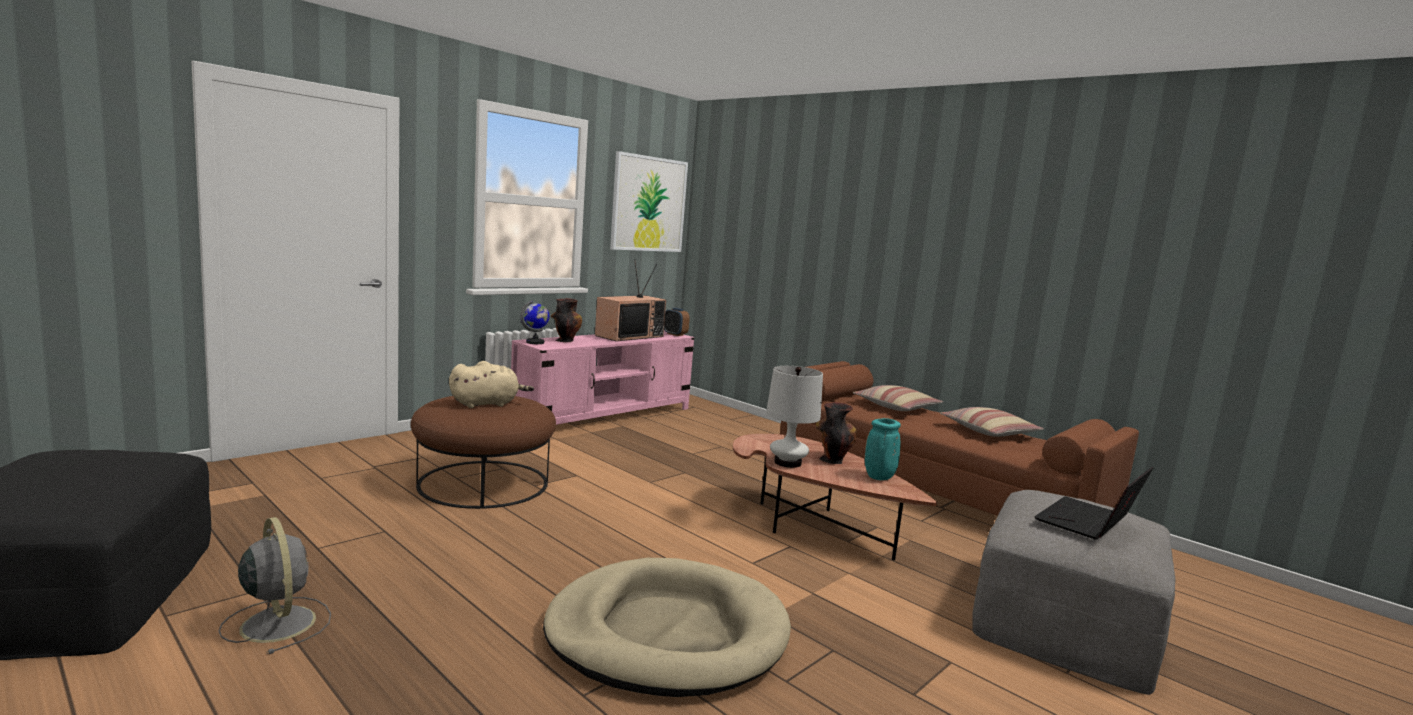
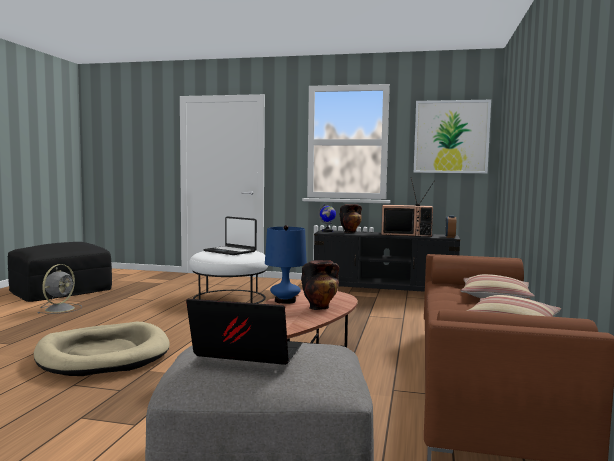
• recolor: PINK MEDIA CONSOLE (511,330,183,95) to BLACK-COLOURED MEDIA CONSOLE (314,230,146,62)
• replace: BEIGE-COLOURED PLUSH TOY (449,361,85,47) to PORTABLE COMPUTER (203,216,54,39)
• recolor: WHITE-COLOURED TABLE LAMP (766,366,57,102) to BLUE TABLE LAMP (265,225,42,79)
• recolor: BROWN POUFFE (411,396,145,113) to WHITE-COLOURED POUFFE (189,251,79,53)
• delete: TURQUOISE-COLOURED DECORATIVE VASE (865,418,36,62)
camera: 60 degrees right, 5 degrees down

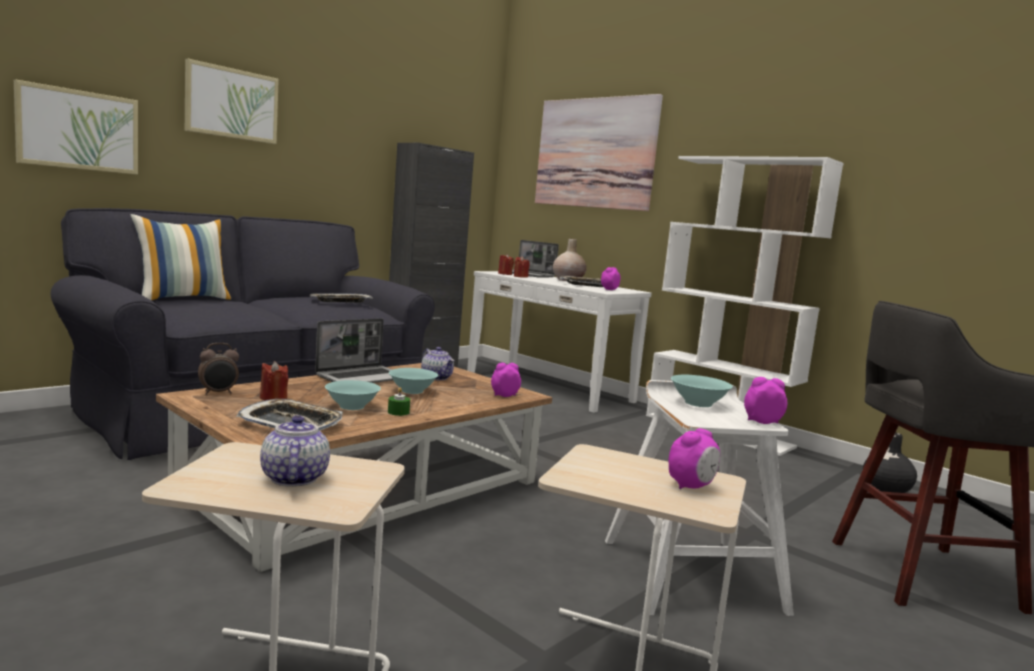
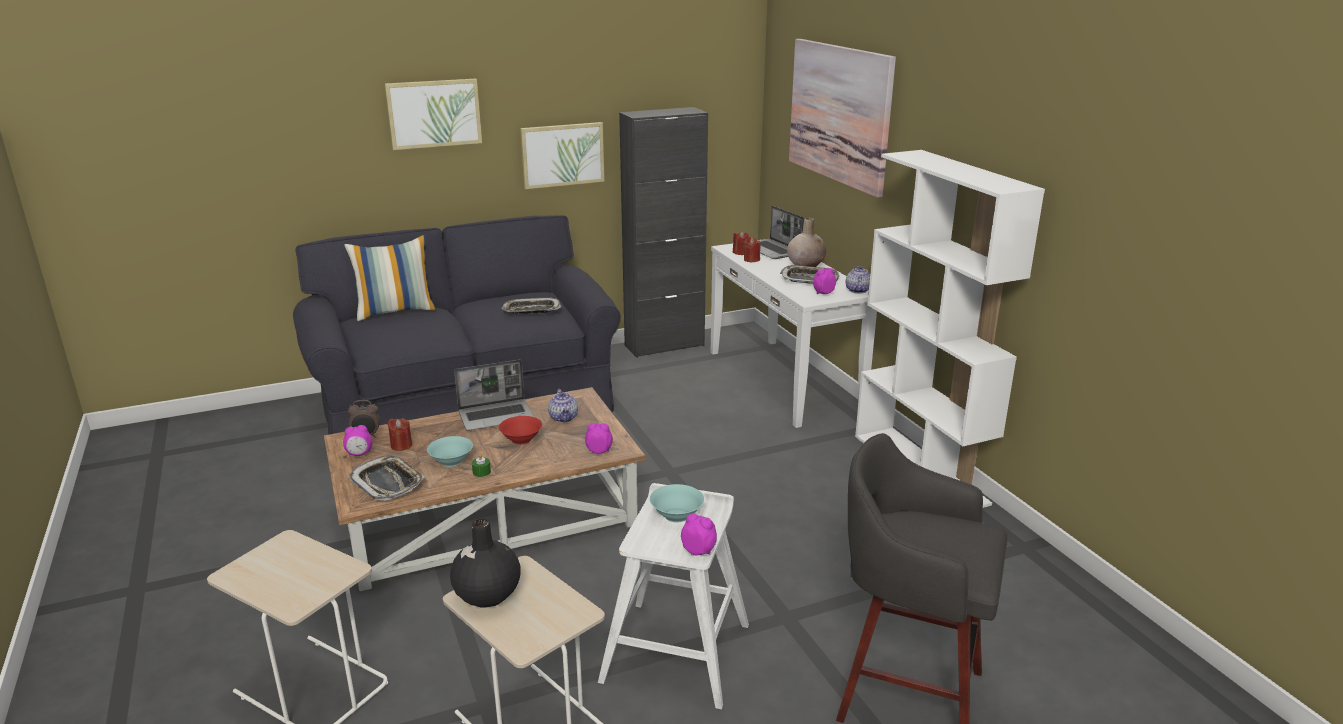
• move: PICTURE (14,79,124,96) to (520,122,84,67)
• recolor: TURQUOISE-COLOURED SERVING BOWL (389,368,49,26) to REDDISH SERVING BOWL (499,416,43,29)
• move: TEA POT (260,415,70,72) to (846,266,24,27)
• move: BEDSIDE CLOCK (668,428,52,61) to (343,425,29,31)
• move: BLACK-COLOURED DECORATIVE VASE (863,432,54,61) to (450,519,71,89)
camera: 25 degrees right, 15 degrees up

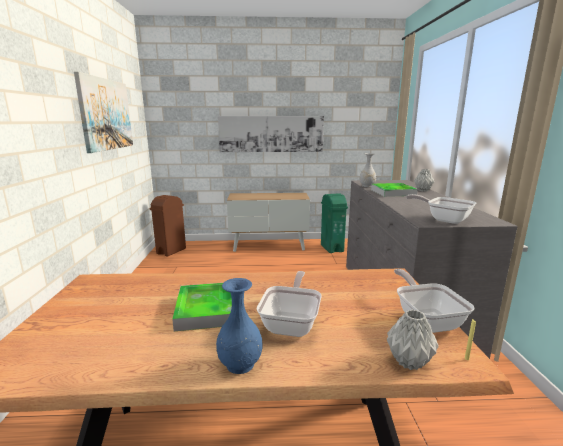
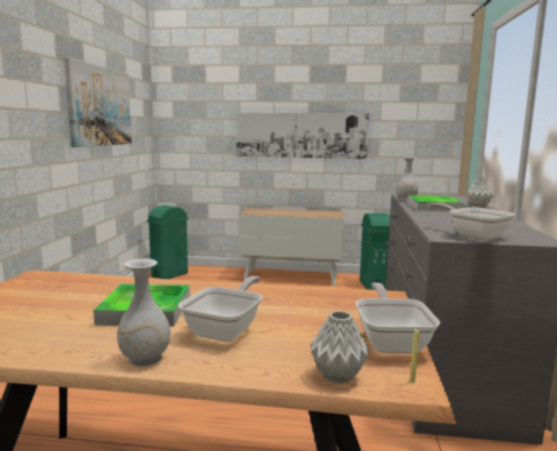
• recolor: BROWN RUBBISH BIN (150,195,36,62) to GREEN-COLOURED RUBBISH BIN (147,205,41,74)
• recolor: BLUE DECORATIVE VASE (216,278,47,96) to WHITE-COLOURED DECORATIVE VASE (117,259,54,107)
camera: 10 degrees right, 5 degrees down

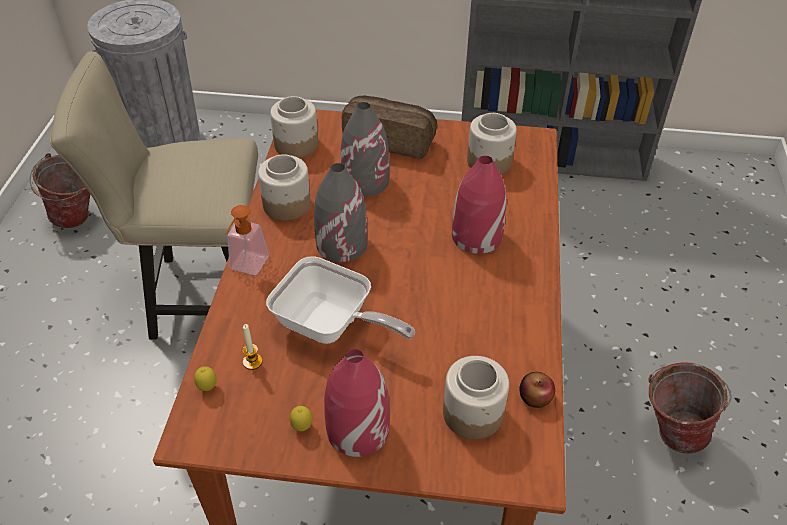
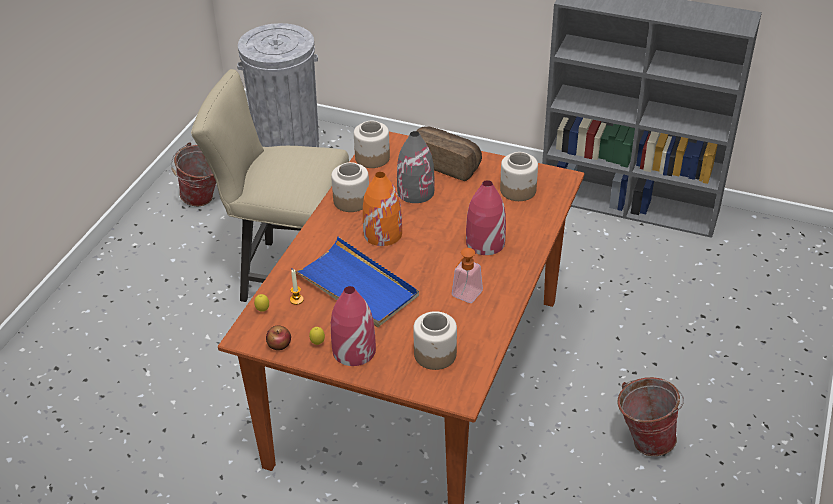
• recolor: GRAY DECORATIVE VASE (314,163,54,99) to ORANGE DECORATIVE VASE (363,172,39,74)
• move: SOAP DISPENSER (226,205,43,70) to (452,248,31,55)
• replace: SKILLET (266,256,149,88) to BLUE TRAY (291,237,128,90)
• move: APPLE (519,372,36,36) to (266,326,25,24)
camera: 15 degrees right, 5 degrees down

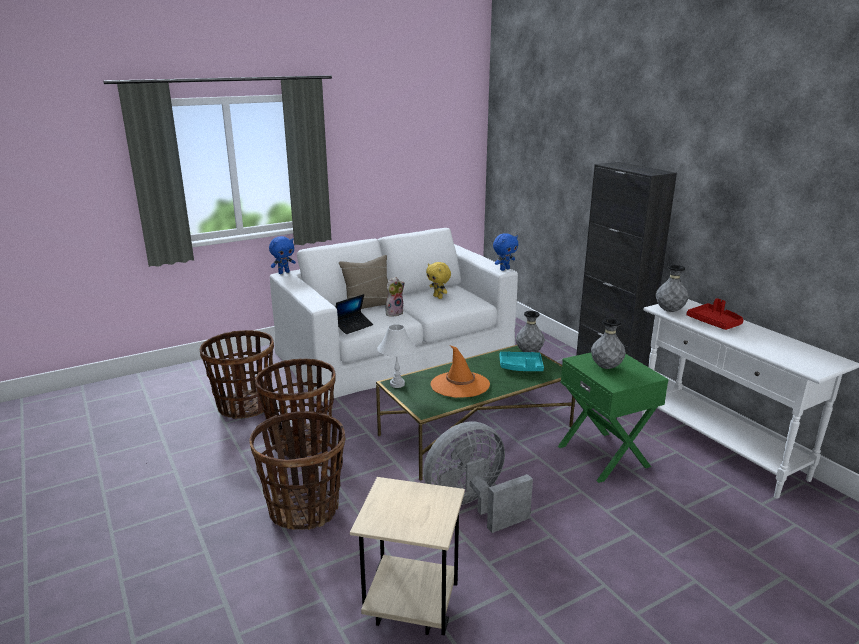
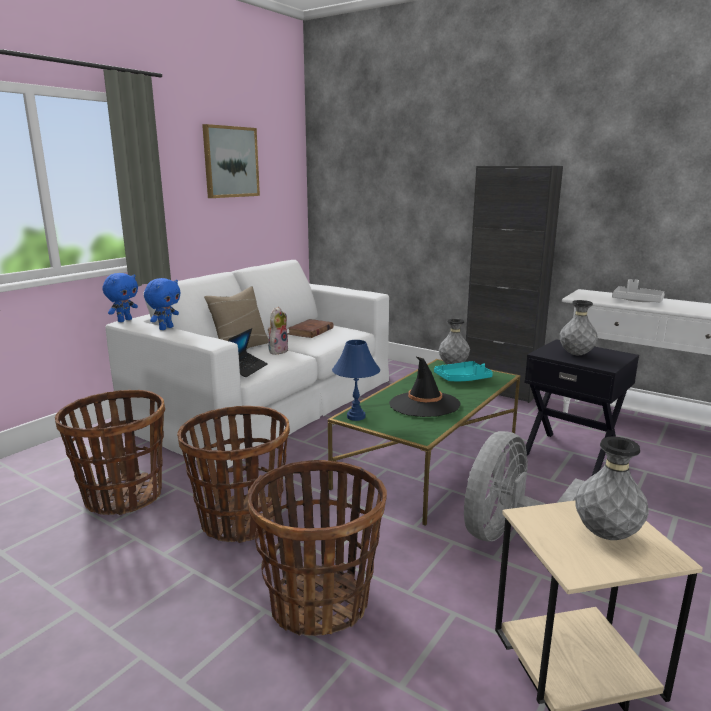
• move: BLUE PLUSH TOY (493,233,25,38) to (144,278,37,52)
• replace: YELLOW PLUSH TOY (426,262,25,37) to BROWN VOLUME (287,319,47,19)
• move: GRAY DECORATIVE VASE (656,264,33,48) to (575,437,74,103)
• recolor: REDDISH TRAY (687,298,57,32) to GRAY TRAY (612,279,53,23)
• recolor: WHITE-COLOURED TABLE LAMP (377,324,39,64) to BLUE TABLE LAMP (332,340,48,81)
• recolor: ORANGE WEARABLE HAT (430,345,60,53) to BLACK-COLOURED WEARABLE HAT (389,357,72,60)
• recolor: GREEN-COLOURED END TABLE (558,353,111,130) to BLACK-COLOURED END TABLE (525,339,114,137)
• insert: PICTURE (202,124,58,74)
camera: 25 degrees left, 5 degrees down

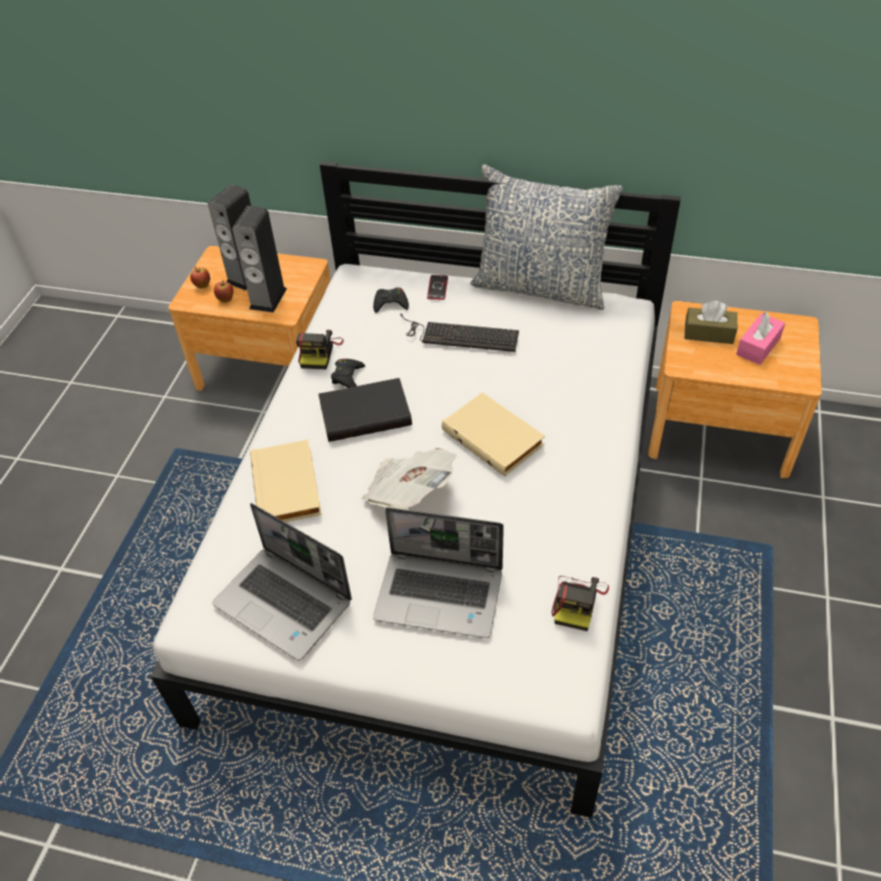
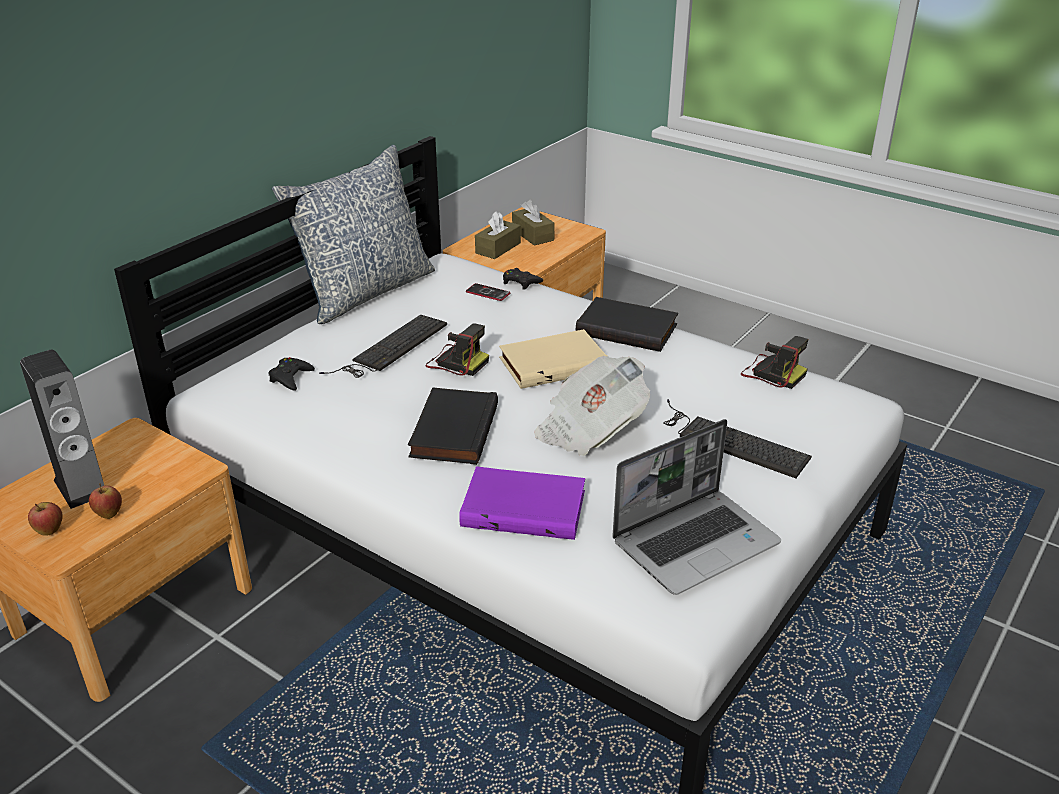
• delete: SPEAKER (232,206,55,107)
• move: TELEPHONE (427,275,21,25) to (466,283,44,18)
• recolor: PINK BOX OF TISSUES (736,312,49,53) to BROWN BOX OF TISSUES (512,199,43,47)
• move: PHOTO CAMERA (296,330,48,39) to (426,323,63,53)
• move: BLACK-COLOURED GAMEPAD (331,359,34,29) to (503,268,40,22)
• recolor: BEIGE-COLOURED VOLUME (250,440,72,82) to PURPLISH VOLUME (459,466,126,74)
• replace: PORTABLE COMPUTER (373,507,131,131) to COMPUTER KEYBOARD (663,399,149,79)
• insert: BLACK-COLOURED VOLUME (576,297,102,55)
camera: 70 degrees left, 15 degrees down

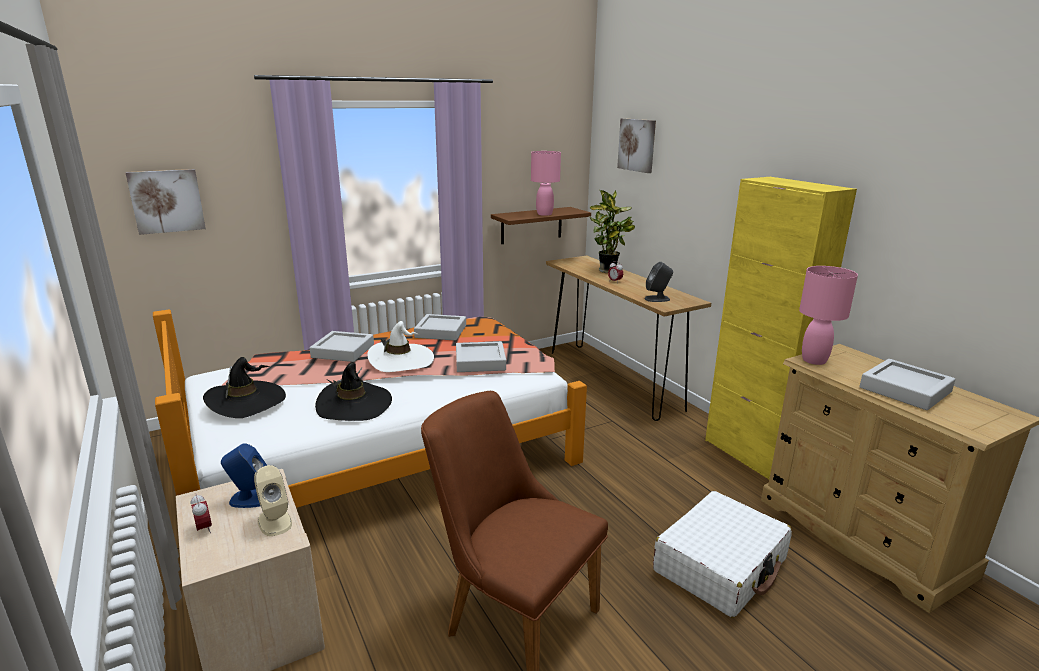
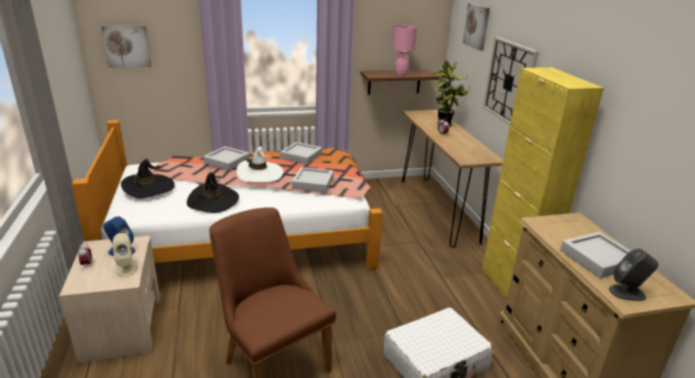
• move: GRAY SPEAKER (645,262,28,40) to (609,249,50,52)
• delete: PINK TABLE LAMP (799,266,59,99)
• insert: CLOCK ON THE WALL (483,37,56,88)
camera: 15 degrees right, 5 degrees up

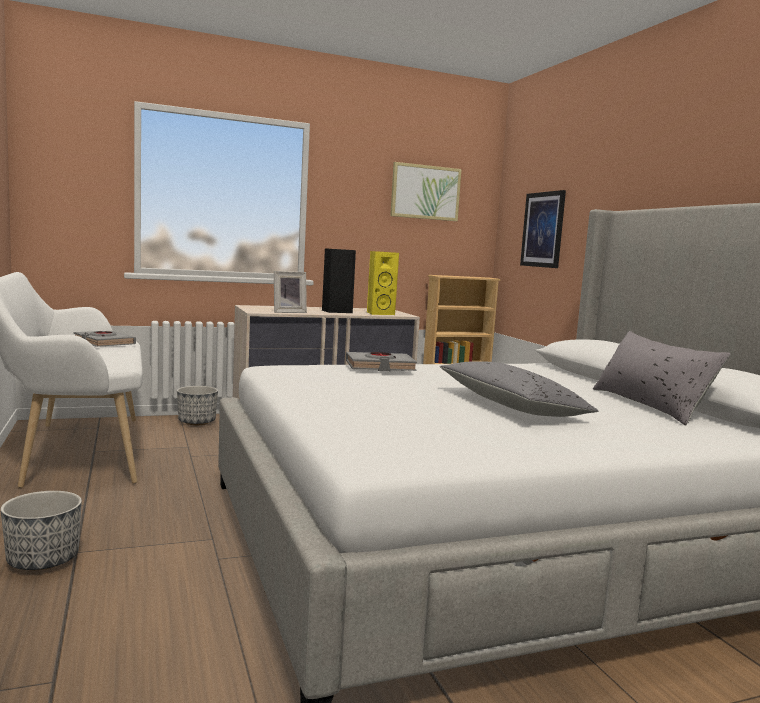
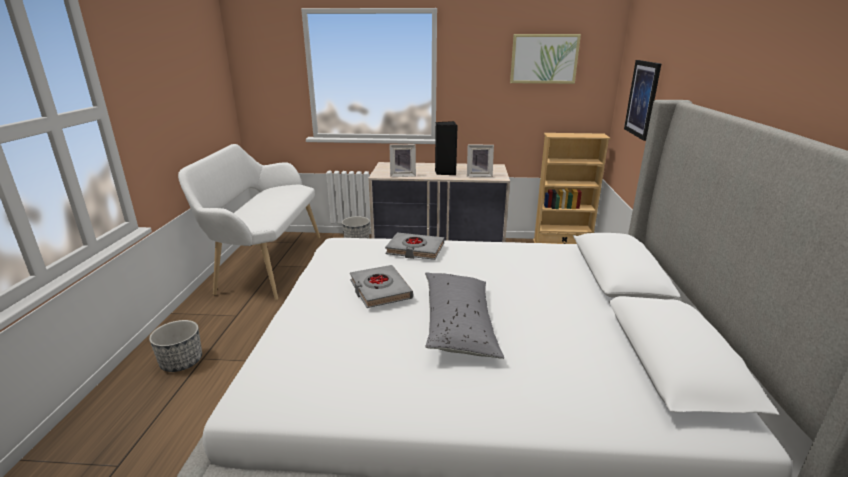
• replace: YELLOW SPEAKER (367,251,32,64) to STANDING FRAME (467,145,27,32)
• move: GRAY VOLUME (74,331,62,16) to (350,265,63,43)
• delete: GRAY THROW PILLOW (593,331,138,95)
camera: 25 degrees right, 15 degrees up

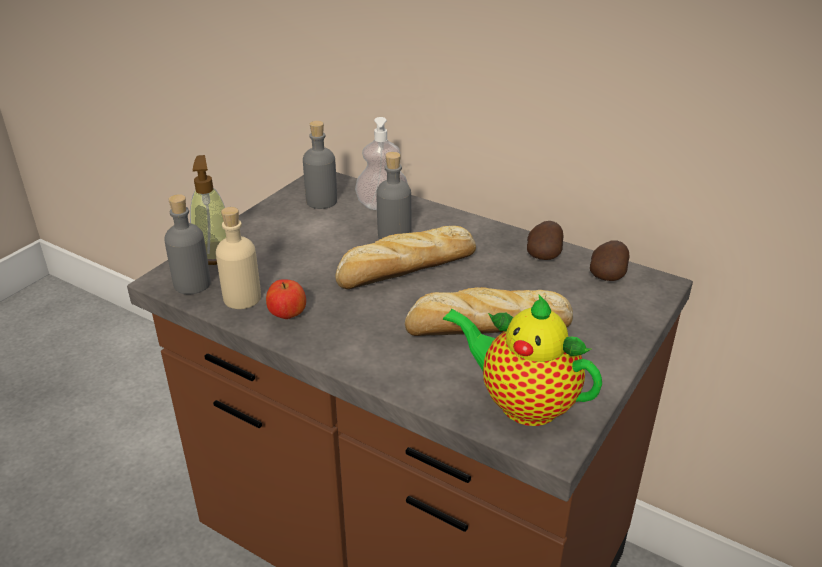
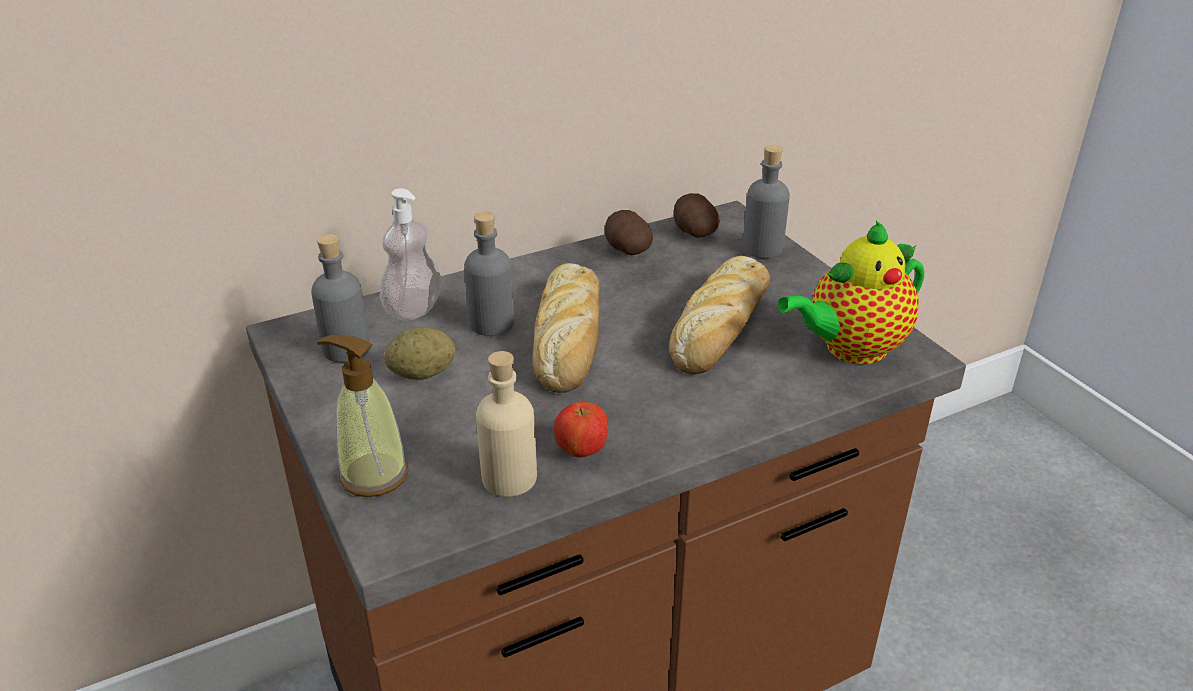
• move: GRAY DRINK BOTTLE (164,194,47,100) to (742,145,48,113)
• insert: POTATO (384,327,72,53)
camera: 60 degrees left, 0 degrees up

